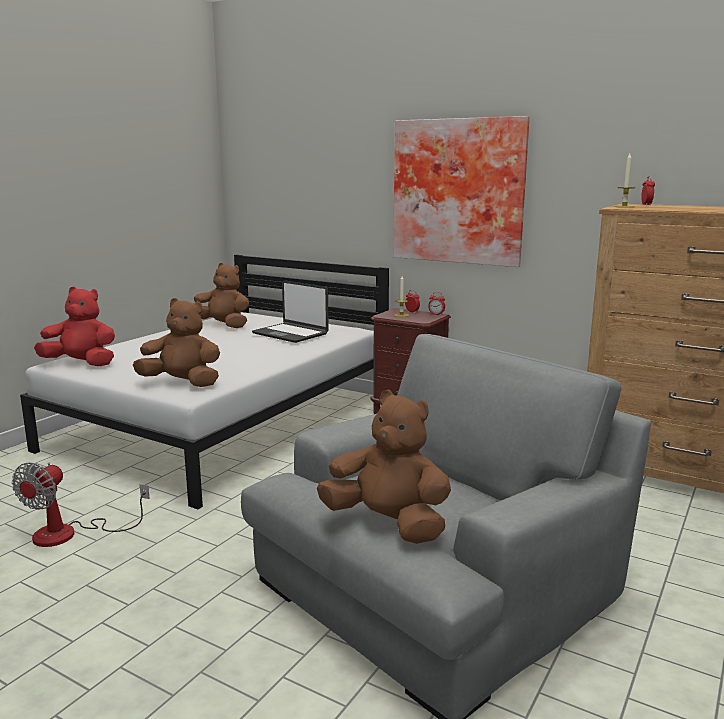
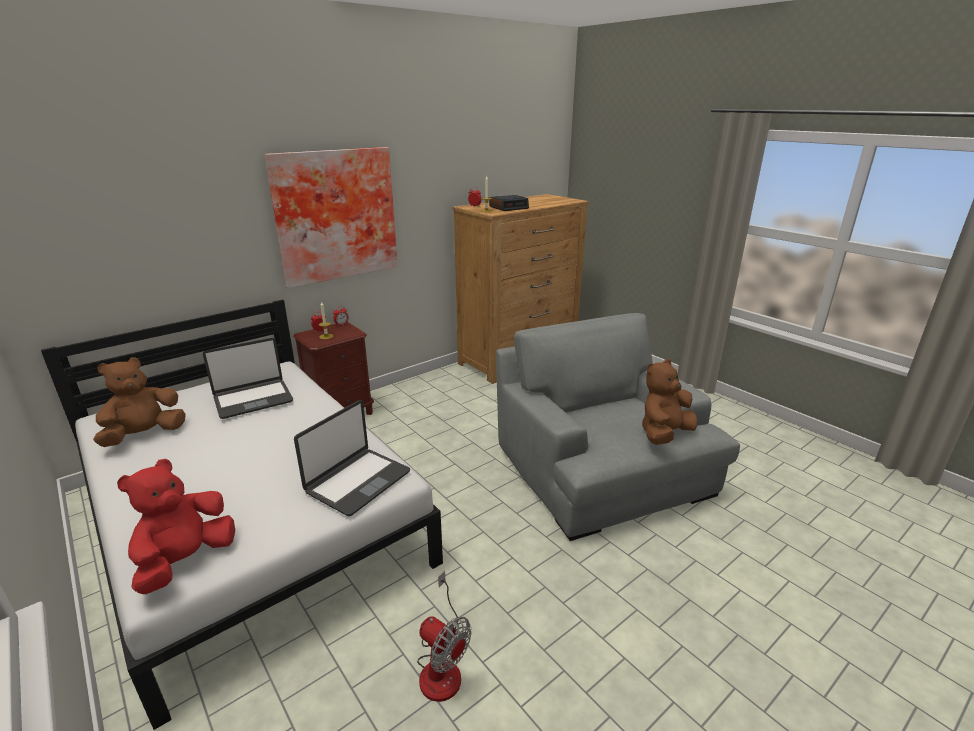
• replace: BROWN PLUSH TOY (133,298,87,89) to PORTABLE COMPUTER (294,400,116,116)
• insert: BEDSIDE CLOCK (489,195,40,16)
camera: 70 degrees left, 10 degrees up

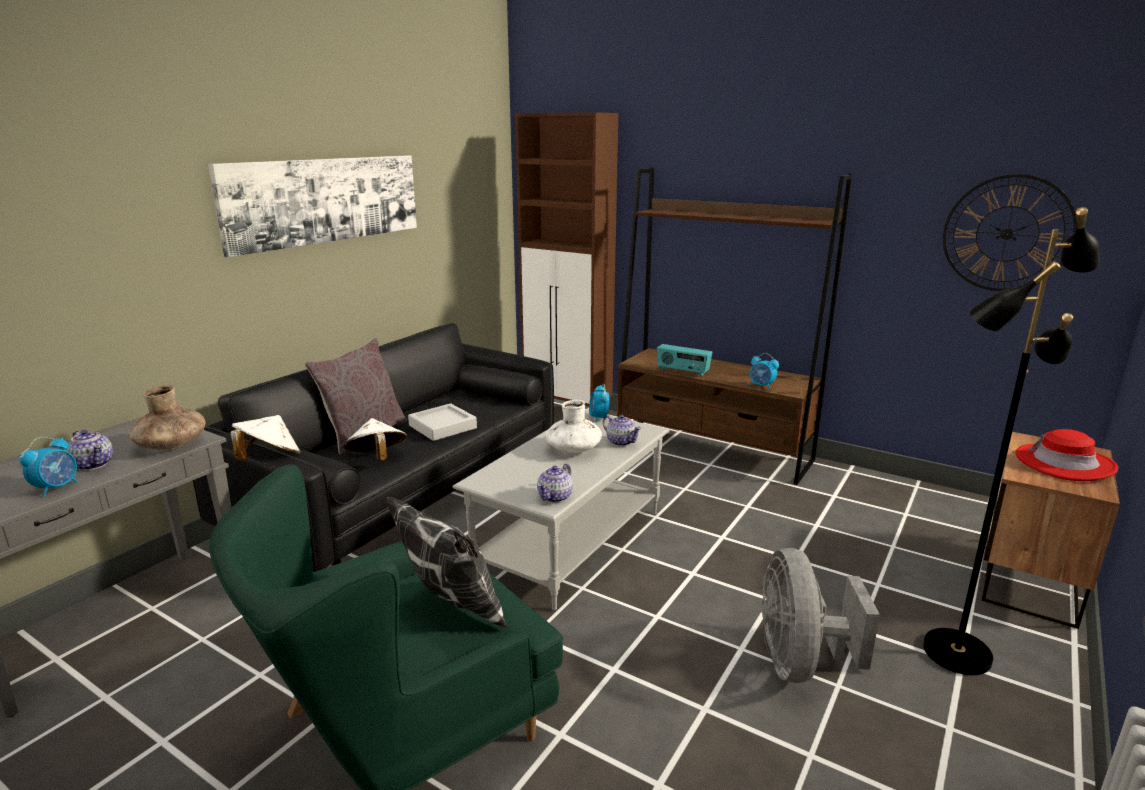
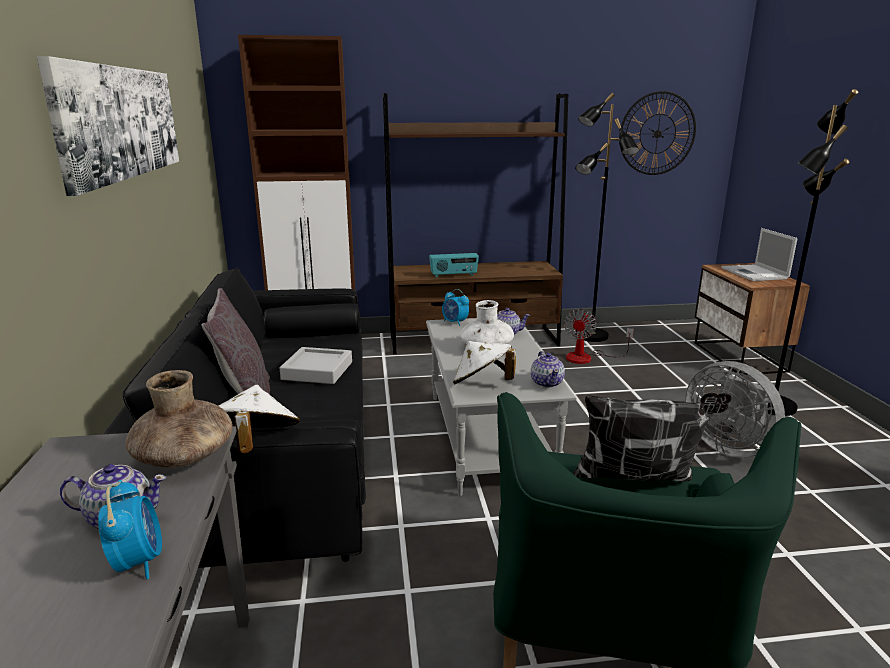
• delete: BEDSIDE CLOCK (750,353,29,36)
• move: WHITE-COLOURED WEARABLE HAT (343,418,64,43) to (453,341,63,43)
• replace: REDDISH WEARABLE HAT (1016,429,102,52) to PORTABLE COMPUTER (721,228,77,53)
• insert: BLACK-COLOURED STANDING LAMP (575,93,64,249)
• insert: COOLING FAN (564,308,70,56)
camera: 40 degrees left, 0 degrees up

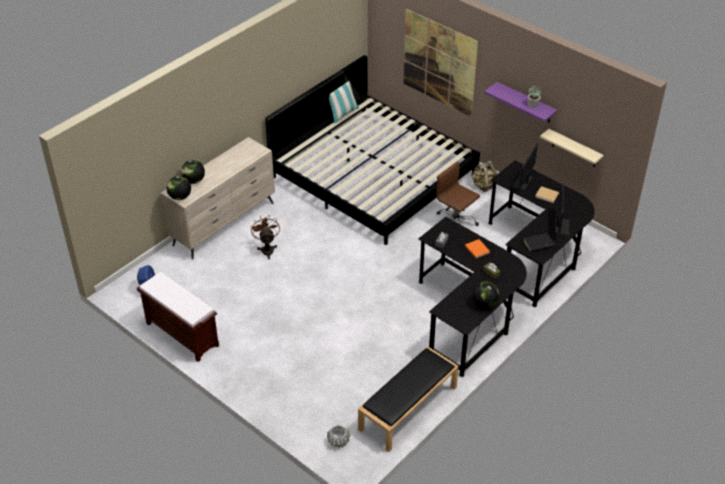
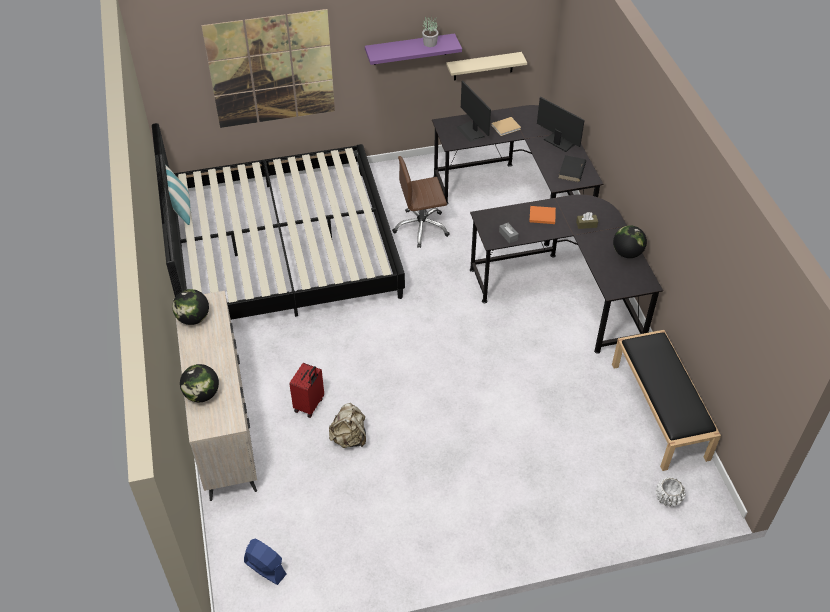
• move: BEIGE-COLOURED KNAPSACK (471,161,26,31) to (329,403,37,45)
• move: GLOBE (167,176,24,24) to (172,289,37,36)
• replace: BROWN COOLING FAN (251,216,29,43) to REDDISH TRAVEL CASE (289,363,35,55)
• delete: BROWN INDOOR BENCH (137,272,82,90)
camera: 55 degrees left, 5 degrees up

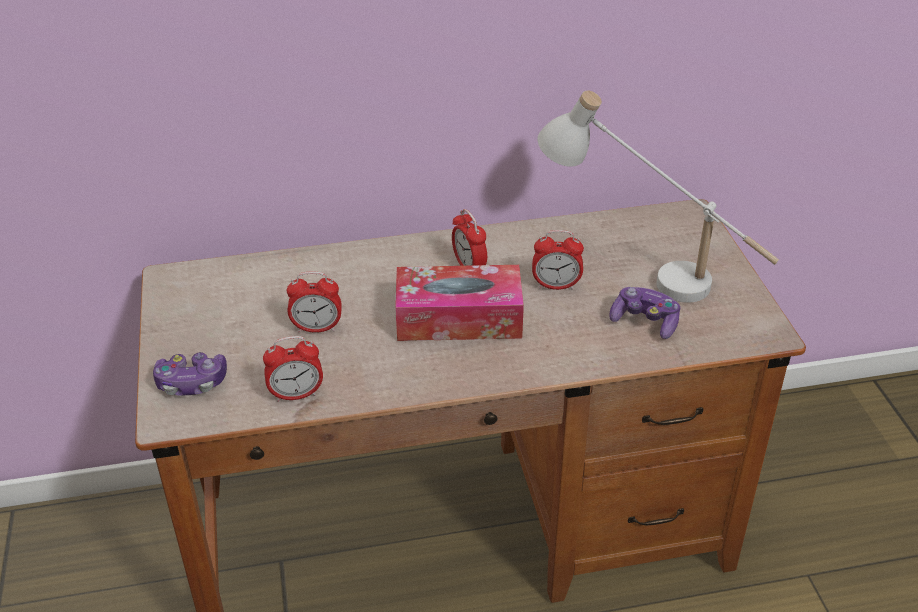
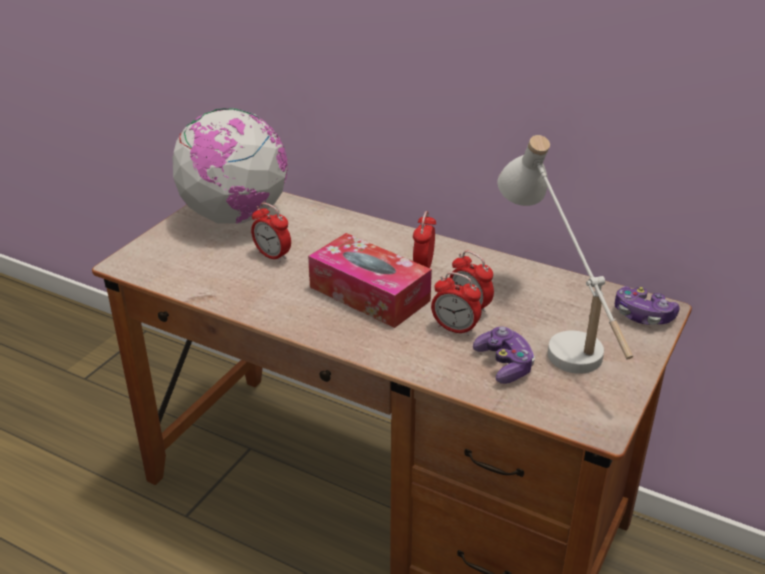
• move: BEDSIDE CLOCK (263,336,60,66) to (431,272,51,64)
• move: GAMEPAD (153,352,74,44) to (615,286,64,39)
• insert: GLOBE (173,108,115,116)
camera: 40 degrees right, 5 degrees down

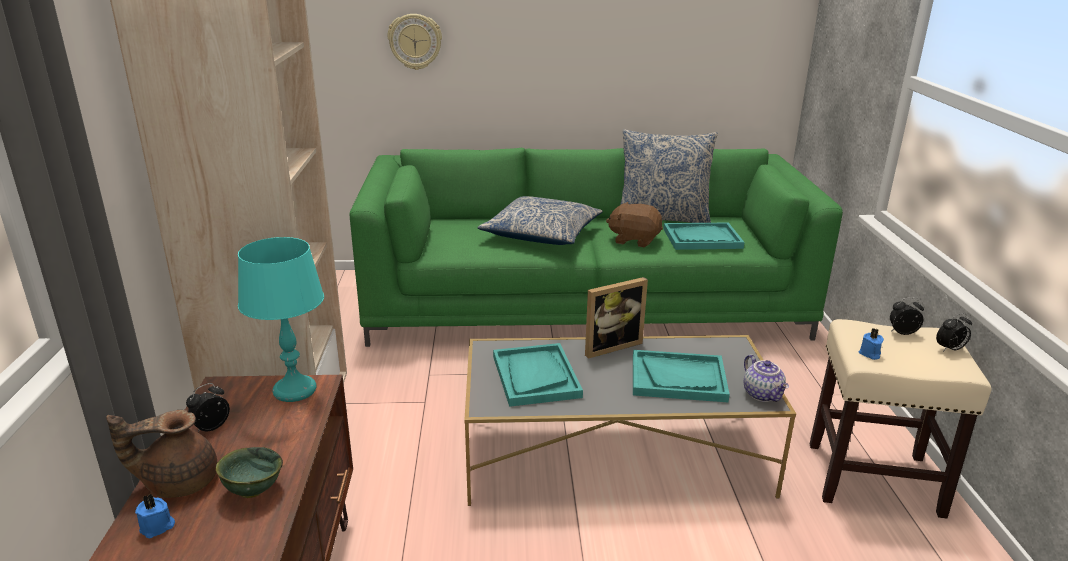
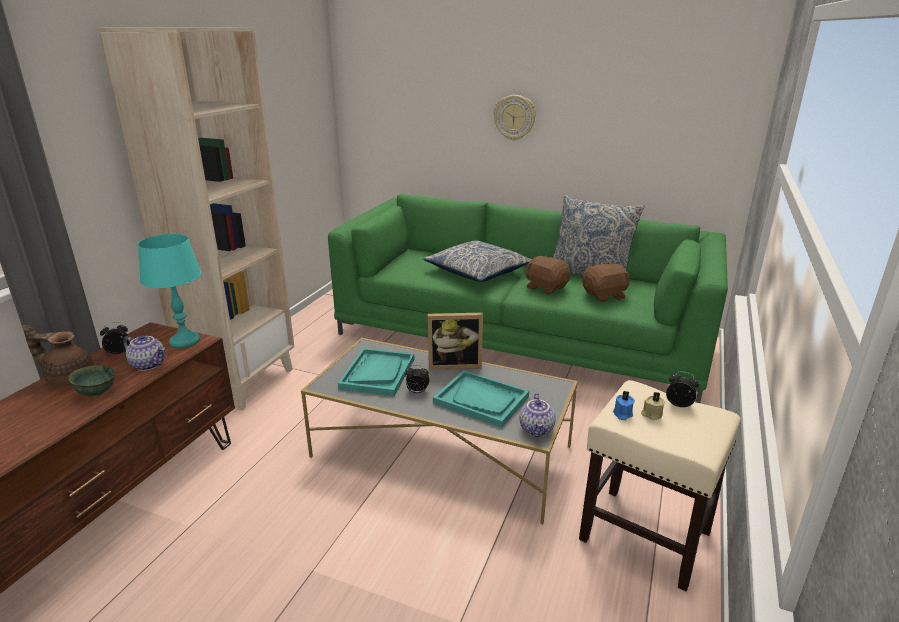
• move: CLOCK ON THE WALL (388,14,54,56) to (494,95,42,46)
• replace: TURQUOISE-COLOURED TRAY (663,223,81,27) to BROWN PLUSH TOY (582,262,48,41)
• move: BEDSIDE CLOCK (936,313,36,39) to (405,365,25,28)
• delete: BLUE WAX CANDLE (135,494,40,44)
• insert: TEA POT (123,335,42,36)
• insert: BEIGE-COLOURED WAX CANDLE (641,392,24,28)
camera: 25 degrees right, 0 degrees up

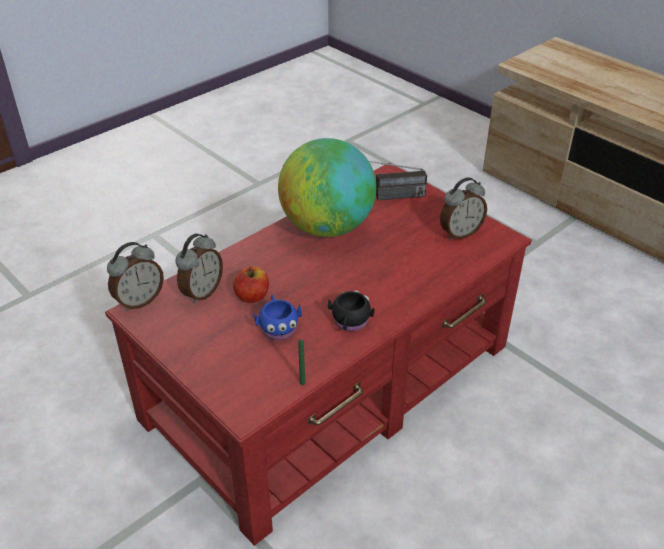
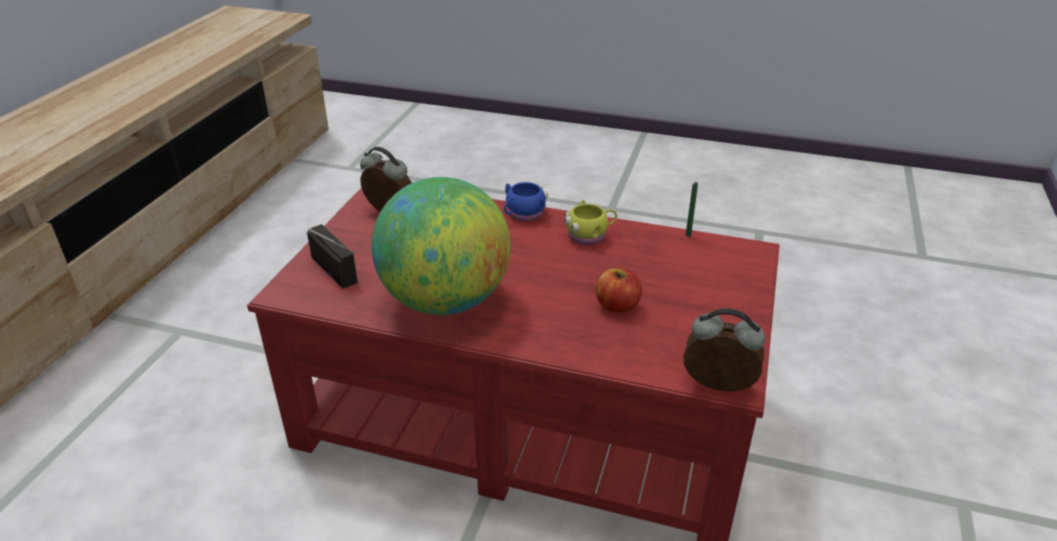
• delete: BEDSIDE CLOCK (175,234,48,70)
• recolor: BLACK-COLOURED COFFEE MUG (328,290,47,41) to YELLOW COFFEE MUG (564,200,53,45)
• move: BLUE COFFEE MUG (254,295,48,45) to (504,182,44,39)
camera: 120 degrees left, 5 degrees down

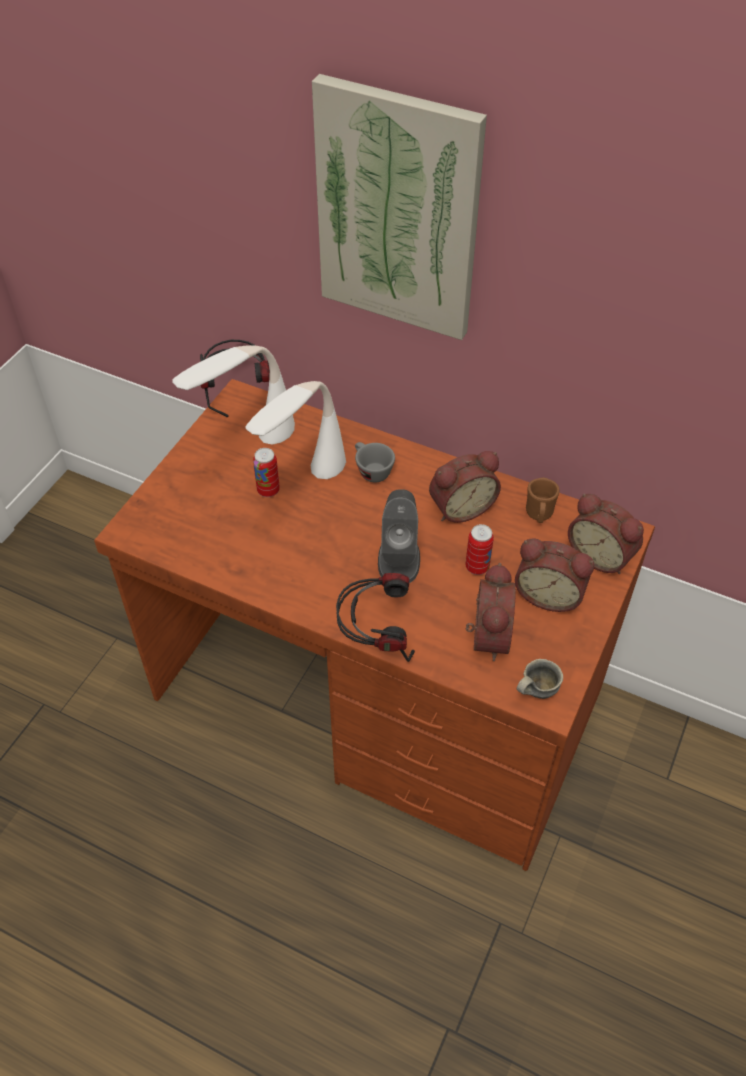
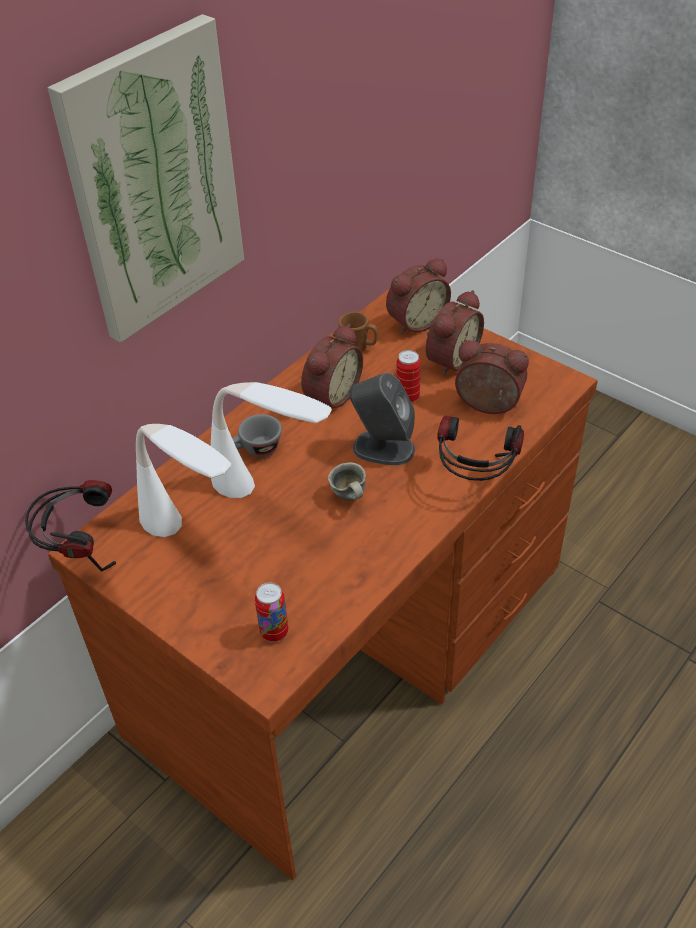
• move: METAL CAN (253,448,27,49) to (255,583,33,59)
• rotate: BEDSIDE CLOCK (429,451,72,72) = (301,324,62,84) 45 degrees clockwise
• move: GRAY COFFEE MUG (517,659,46,40) to (328,462,38,39)
camera: 75 degrees left, 5 degrees down

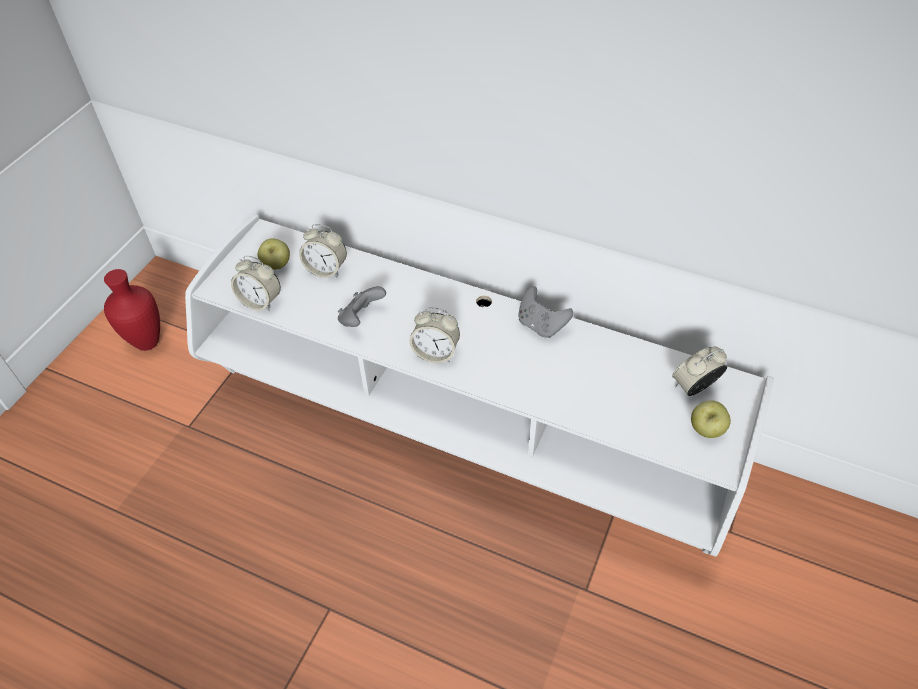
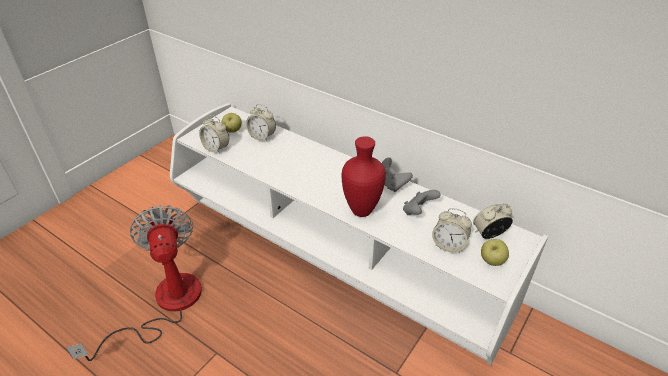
• move: REDDISH DECORATIVE VASE (104,269,56,82) to (341,136,45,81)
• move: GRAY GAMEPAD (338,286,48,41) to (403,190,38,25)
• move: BEDSIDE CLOCK (410,307,50,56) to (432,208,40,46)
• insert: COOLING FAN (66,205,136,156)
camera: 10 degrees right, 10 degrees down

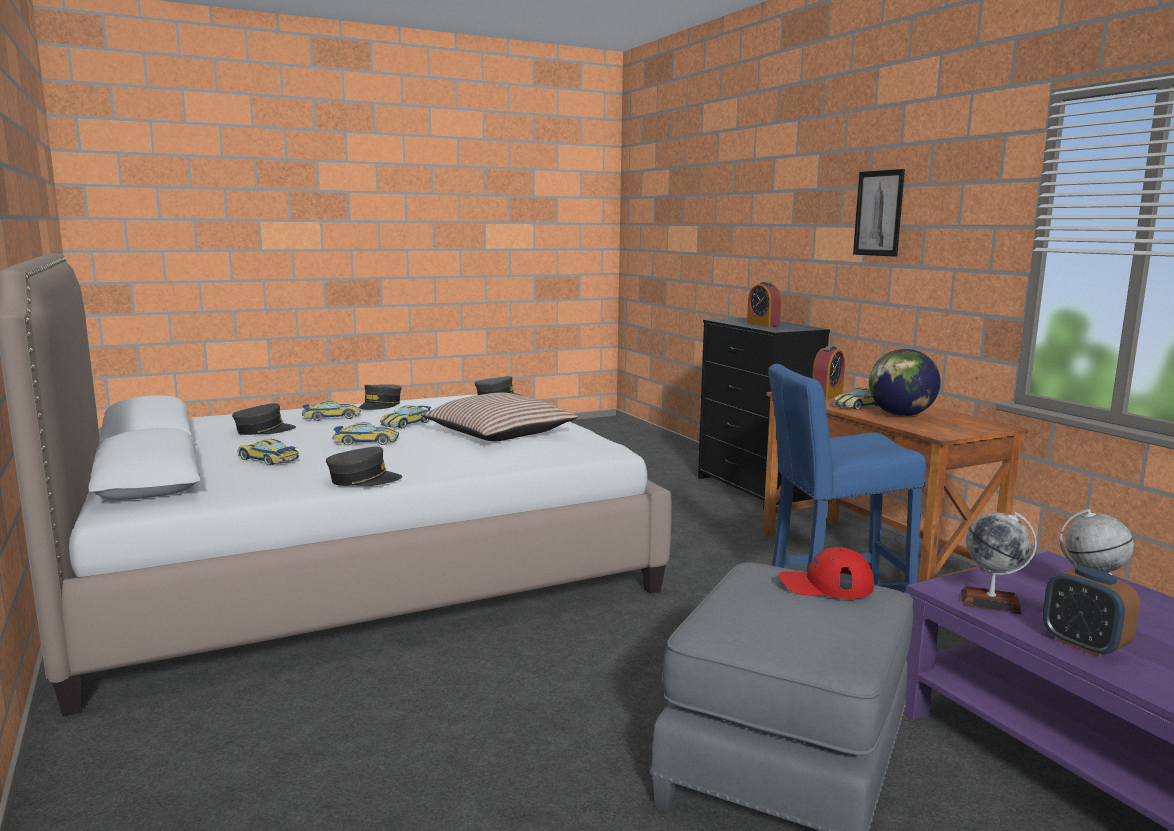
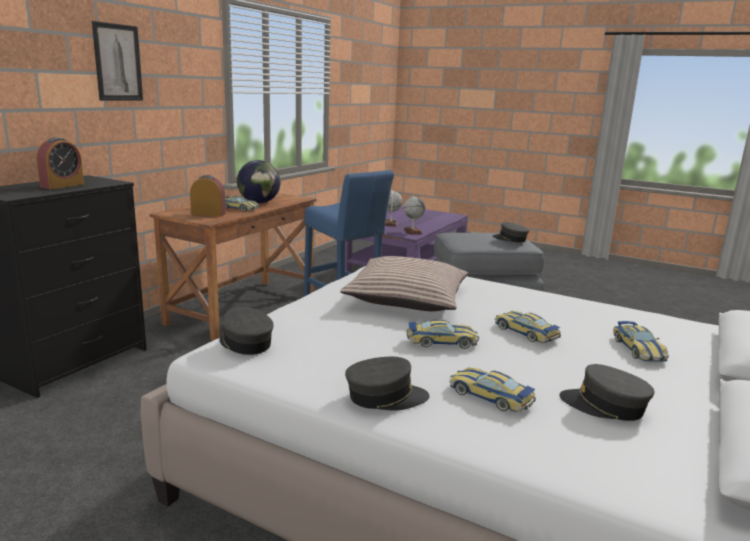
• move: GRAY PEAKED CAP (326,447,76,39) to (493,222,36,21)
• delete: REDDISH PEAKED CAP (778,547,96,52)
• delete: BEDSIDE CLOCK (1043,566,97,91)
camera: 125 degrees left, 5 degrees up

